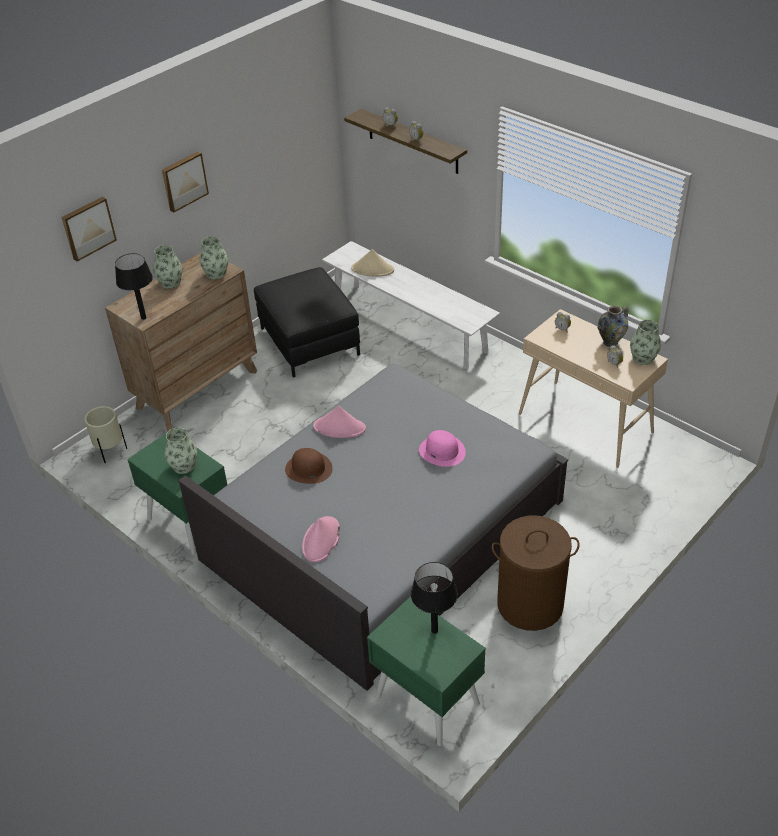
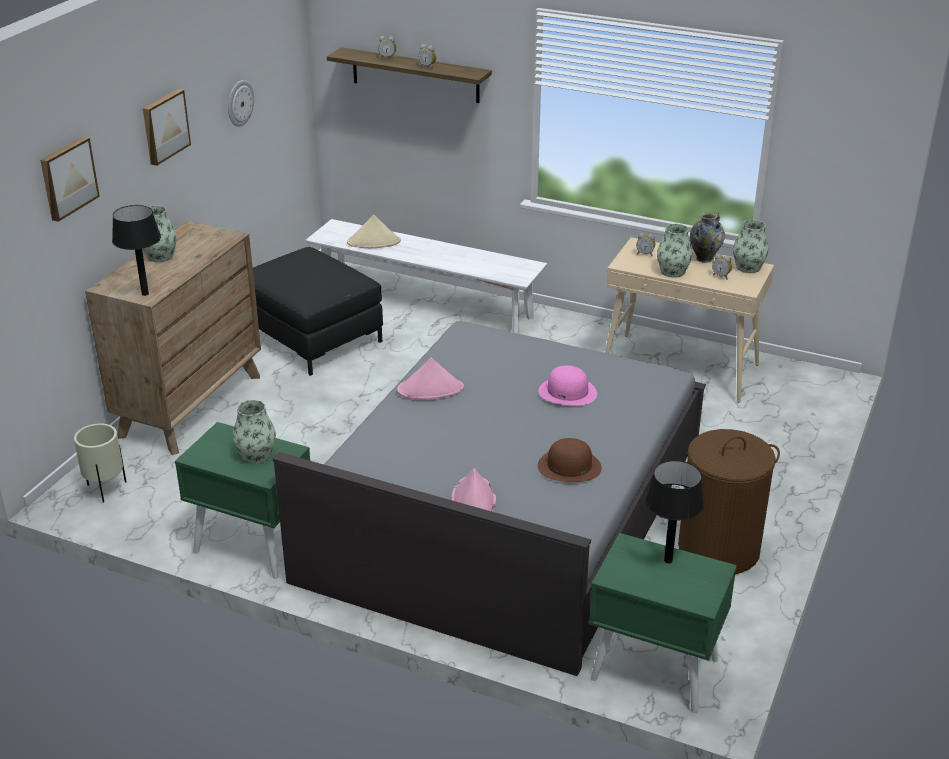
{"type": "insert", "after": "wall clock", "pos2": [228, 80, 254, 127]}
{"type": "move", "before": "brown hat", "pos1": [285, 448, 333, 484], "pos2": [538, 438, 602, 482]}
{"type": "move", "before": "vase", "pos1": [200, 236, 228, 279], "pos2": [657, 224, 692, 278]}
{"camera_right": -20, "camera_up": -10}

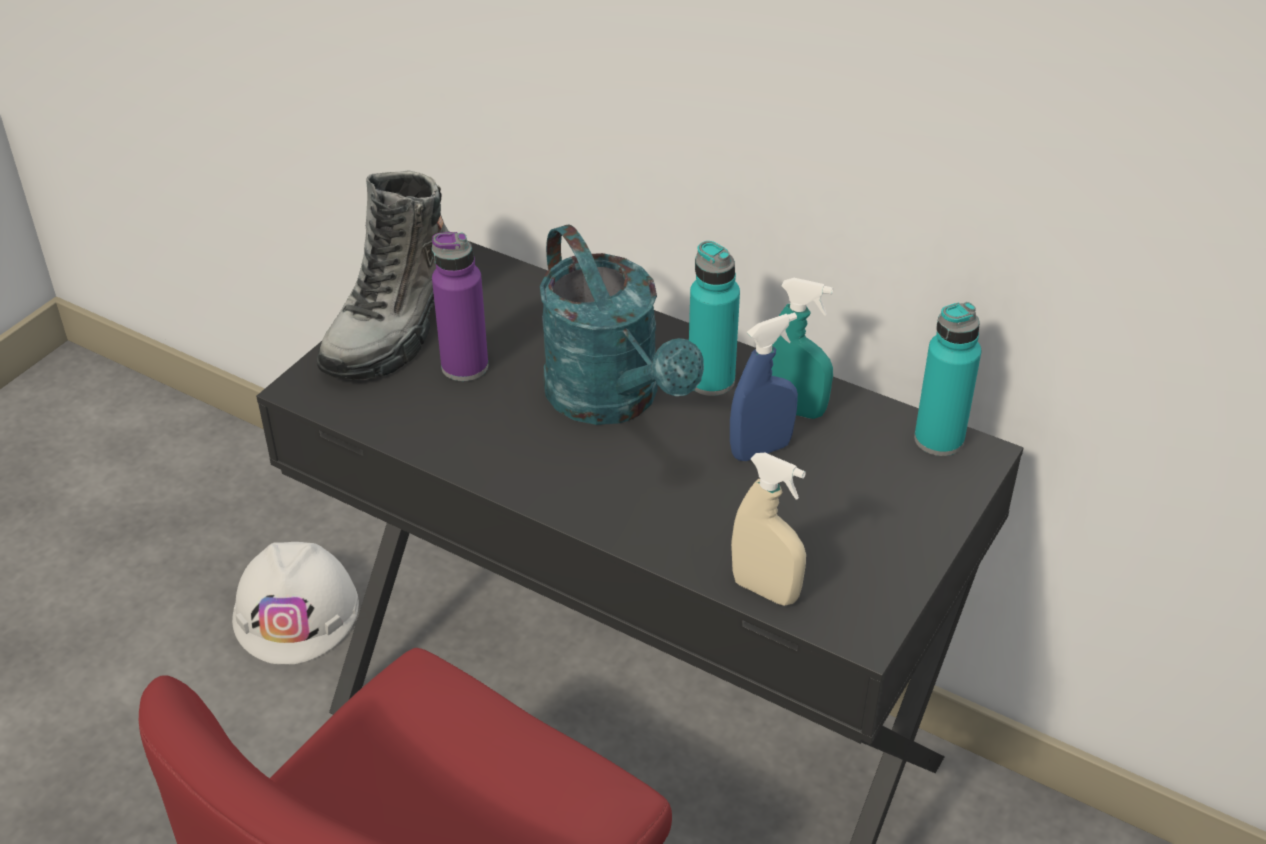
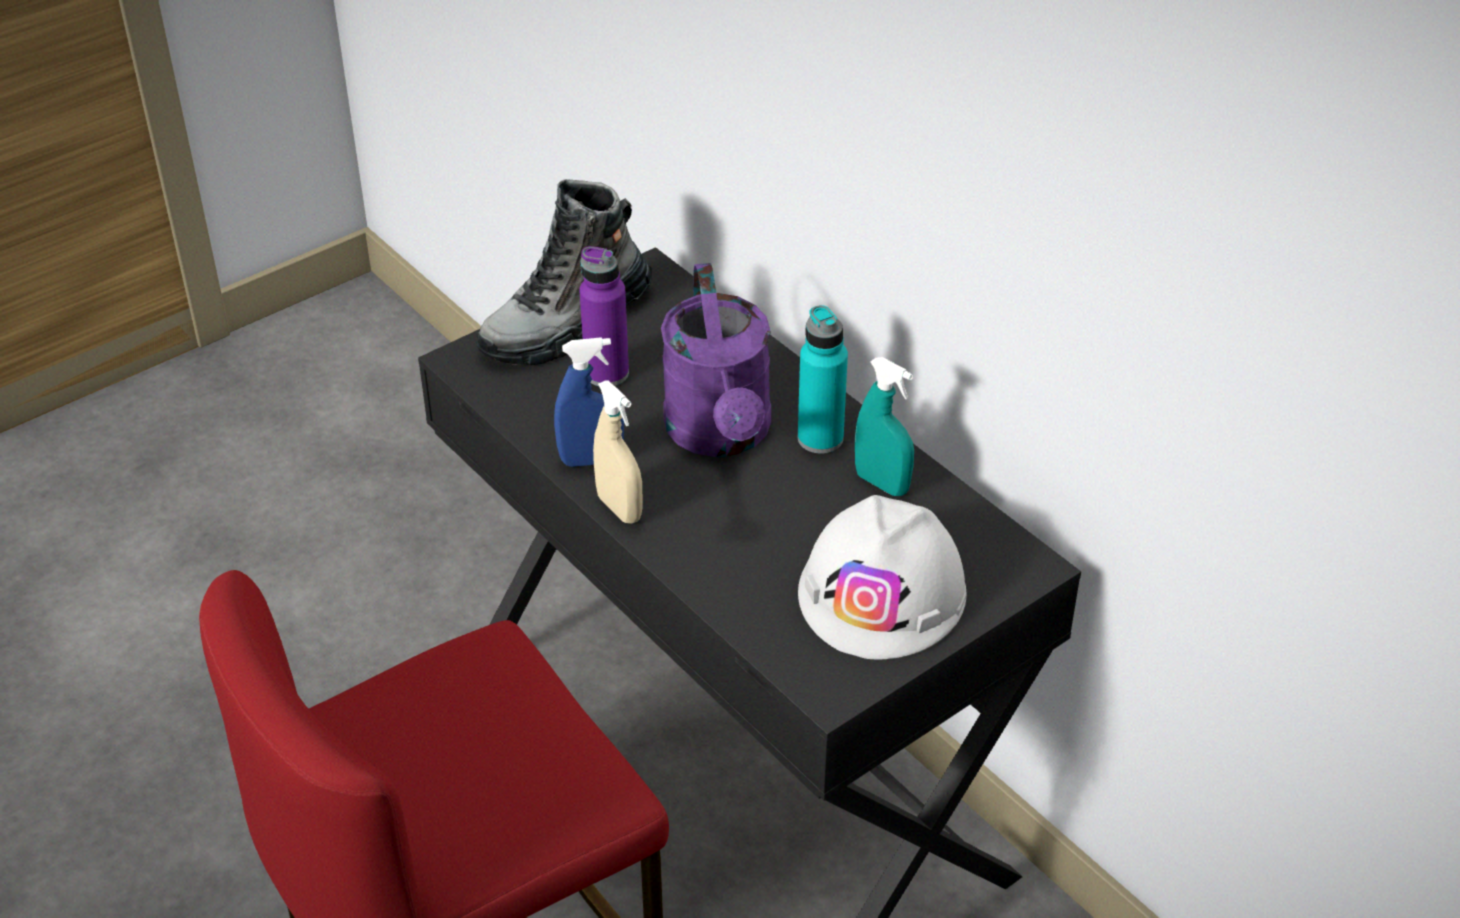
{"type": "move", "before": "blue spray bottle", "pos1": [730, 312, 798, 461], "pos2": [554, 337, 624, 467]}
{"type": "move", "before": "beige spray bottle", "pos1": [731, 453, 806, 606], "pos2": [593, 381, 643, 523]}
{"type": "recolor", "before": "turquoise watering can", "after": "purple watering can", "pos1": [540, 224, 704, 425], "pos2": [661, 263, 771, 457]}
{"type": "move", "before": "white hard hat", "pos1": [232, 542, 359, 664], "pos2": [798, 495, 967, 659]}
{"type": "delete", "before": "turquoise bottle", "pos1": [914, 302, 981, 456]}
{"camera_right": 20, "camera_up": 0}

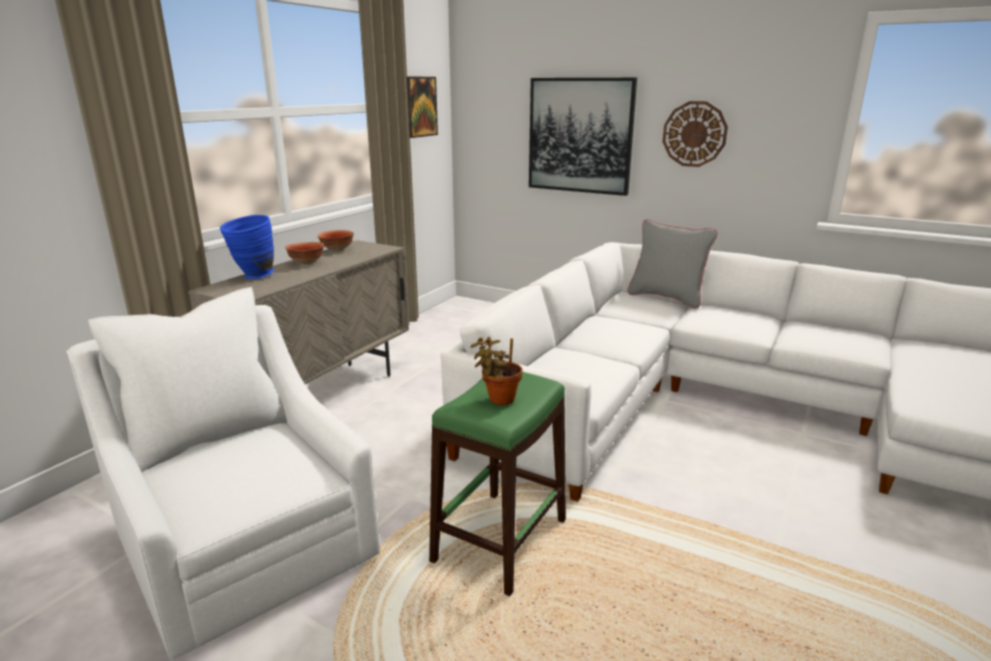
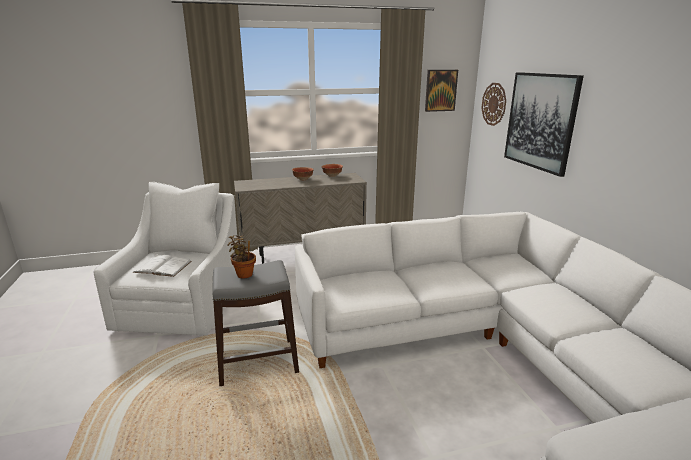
{"type": "insert", "after": "white book", "pos2": [132, 255, 192, 277]}
{"type": "recolor", "before": "green stool", "after": "grey stool", "pos1": [429, 372, 566, 596], "pos2": [212, 260, 299, 387]}
{"type": "move", "before": "wall clock", "pos1": [663, 101, 728, 167], "pos2": [481, 83, 506, 126]}
{"type": "delete", "before": "blue vase", "pos1": [220, 215, 274, 279]}
{"type": "delete", "before": "grey pillow", "pos1": [627, 219, 718, 309]}
{"camera_right": 45, "camera_up": 0}

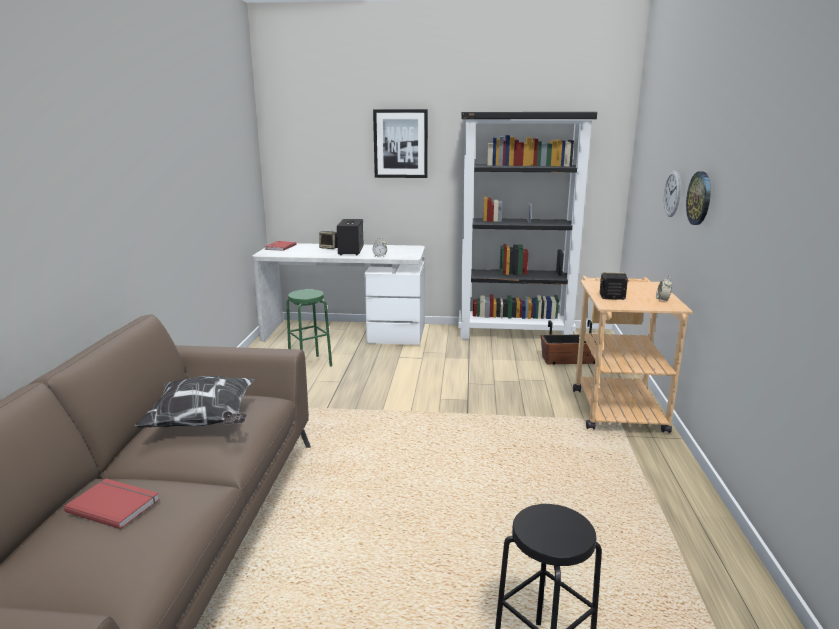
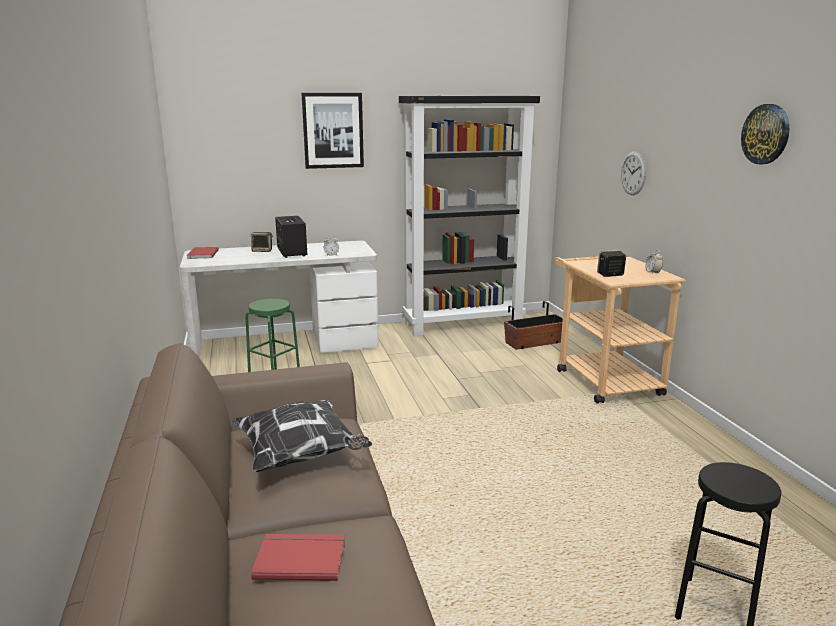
{"type": "move", "before": "wall clock", "pos1": [686, 171, 711, 225], "pos2": [741, 104, 789, 164]}
{"camera_right": -20, "camera_up": 0}

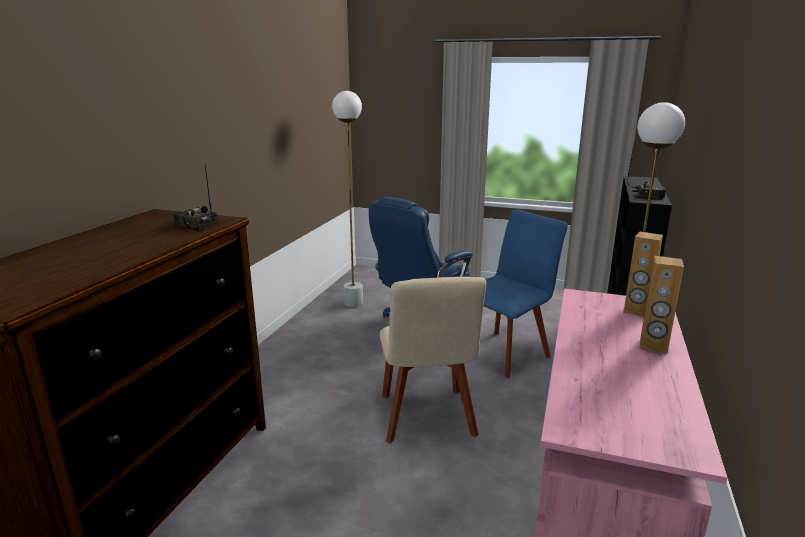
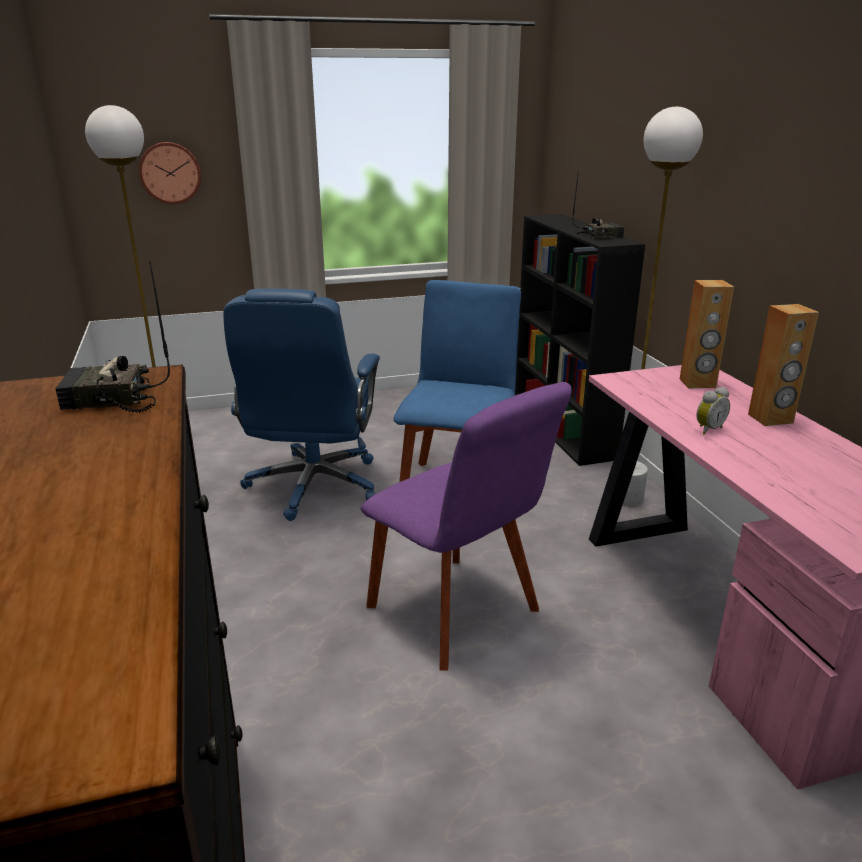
{"type": "insert", "after": "wall clock", "pos2": [139, 142, 201, 204]}
{"type": "recolor", "before": "beige chair", "after": "purple chair", "pos1": [380, 277, 486, 443], "pos2": [361, 382, 572, 671]}
{"type": "insert", "after": "alarm clock", "pos2": [697, 387, 730, 435]}
{"camera_right": -35, "camera_up": 5}

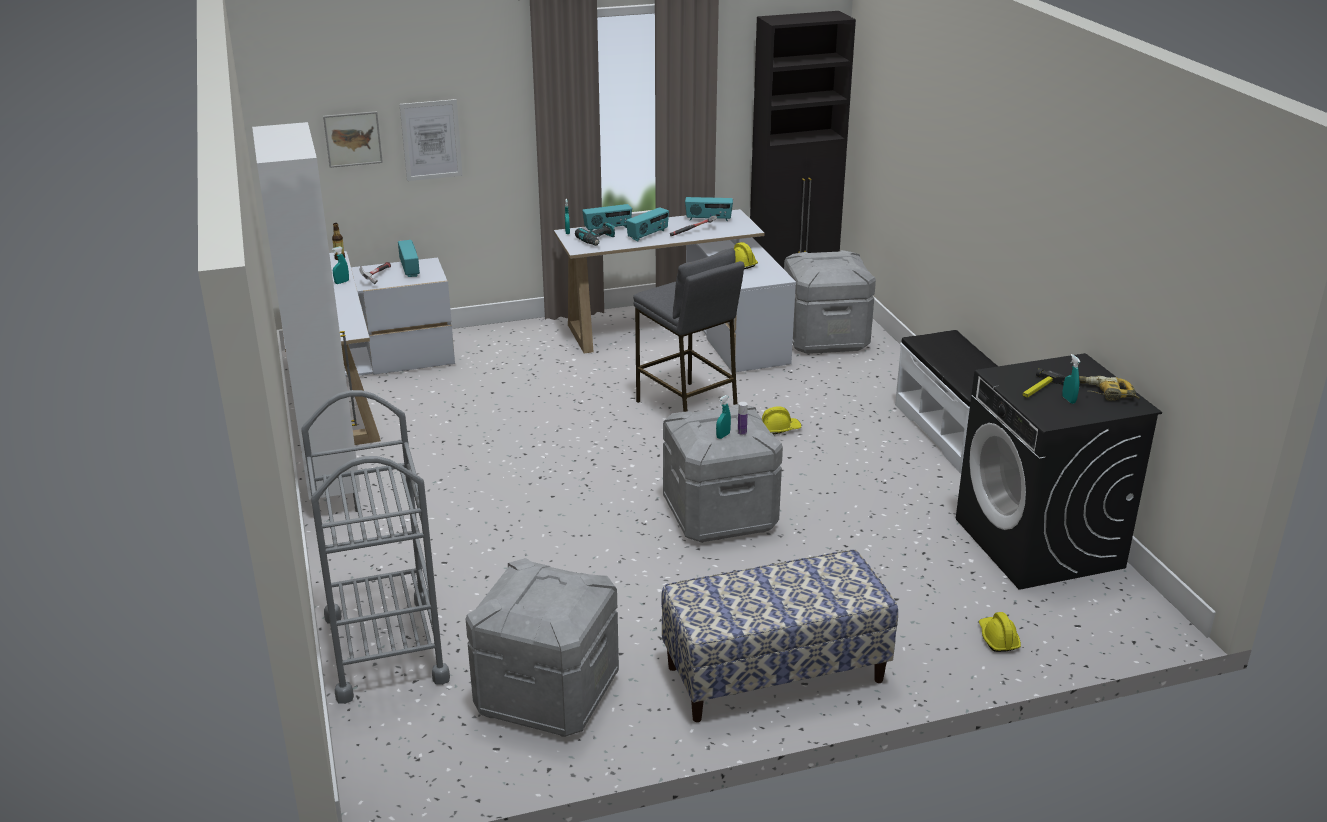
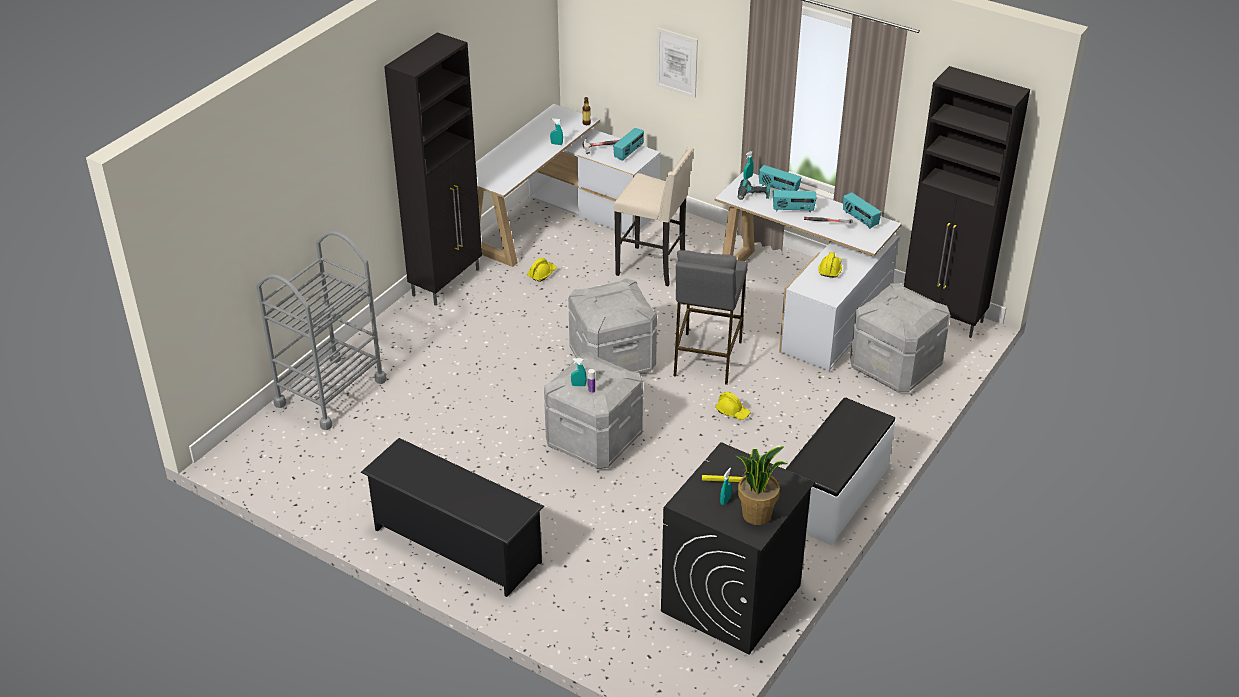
{"type": "replace", "before": "bench", "after": "black shoe rack", "pos1": [661, 550, 898, 722], "pos2": [361, 438, 544, 597]}
{"type": "recolor", "before": "white cabinet", "after": "black cabinet", "pos1": [252, 122, 361, 512], "pos2": [384, 32, 482, 306]}
{"type": "move", "before": "yellow hard hat", "pos1": [979, 612, 1021, 652], "pos2": [527, 258, 557, 282]}
{"type": "move", "before": "grey storage box", "pos1": [466, 558, 619, 737], "pos2": [568, 278, 657, 374]}
{"type": "insert", "after": "beige stool", "pos2": [614, 147, 694, 286]}
{"type": "replace", "before": "power drill", "after": "potted plant", "pos1": [1079, 376, 1140, 401], "pos2": [736, 447, 787, 525]}
{"type": "delete", "before": "picture", "pos1": [323, 111, 383, 168]}
{"camera_right": 50, "camera_up": 10}

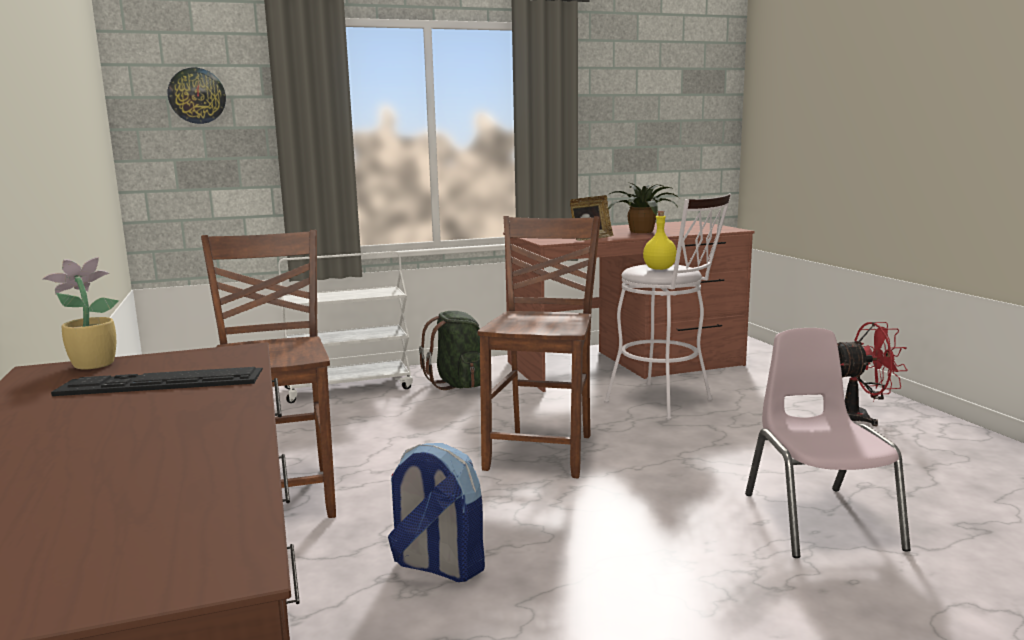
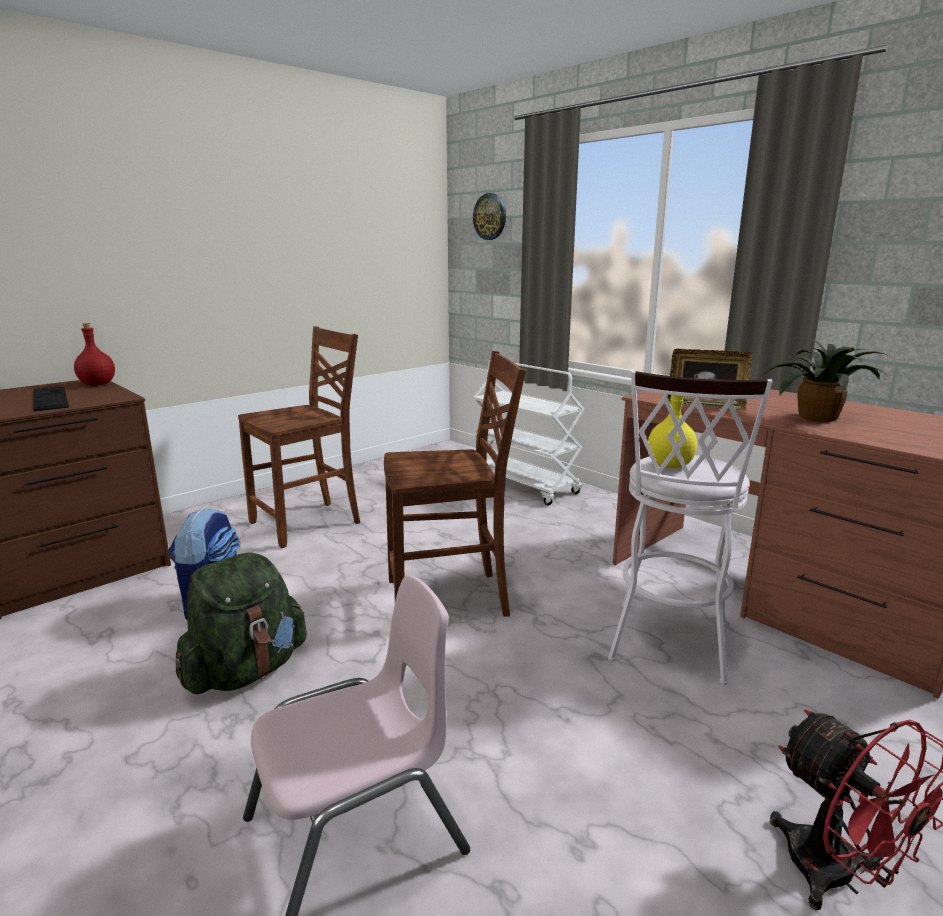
{"type": "replace", "before": "potted plant", "after": "red bottle", "pos1": [42, 257, 119, 370], "pos2": [74, 323, 115, 385]}
{"type": "move", "before": "green backpack", "pos1": [419, 311, 480, 390], "pos2": [176, 552, 307, 694]}
{"camera_right": 65, "camera_up": 5}

